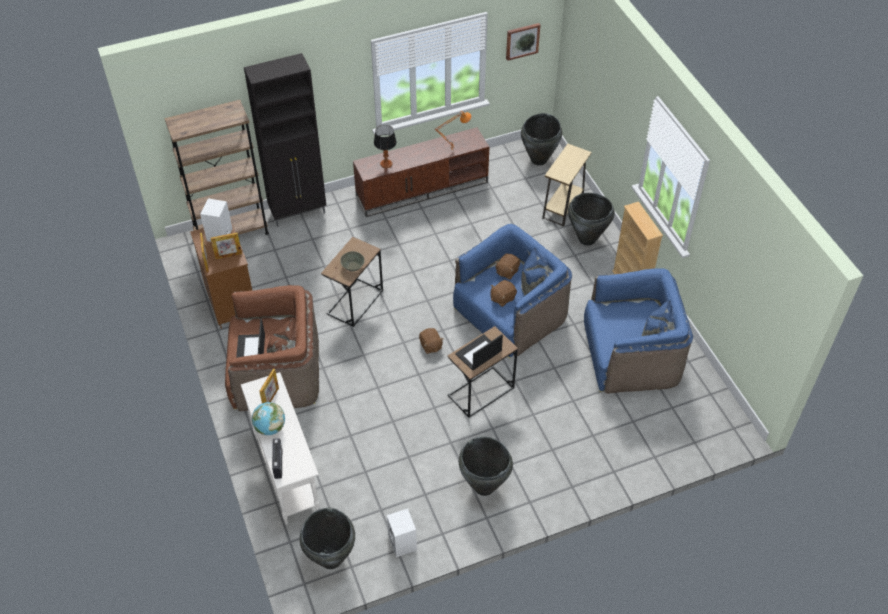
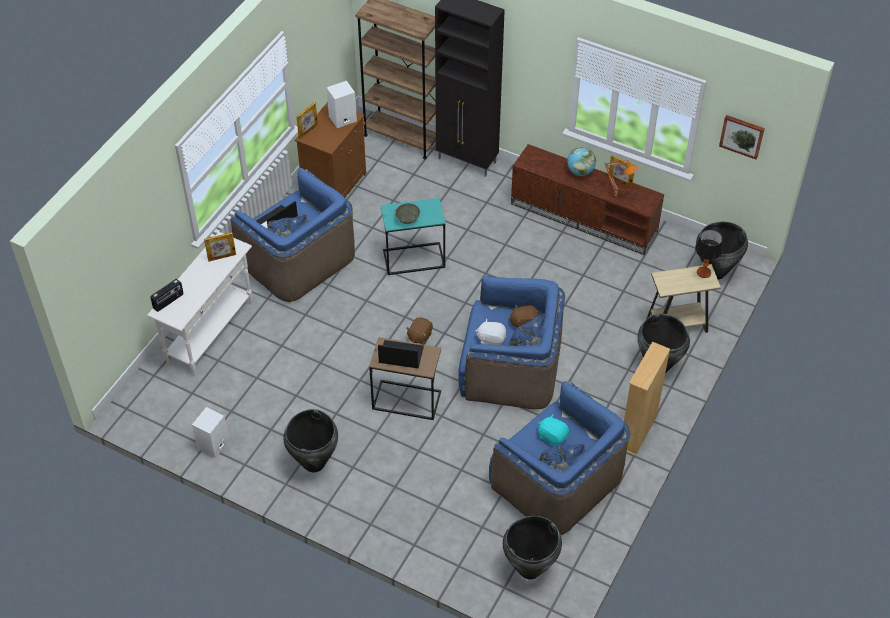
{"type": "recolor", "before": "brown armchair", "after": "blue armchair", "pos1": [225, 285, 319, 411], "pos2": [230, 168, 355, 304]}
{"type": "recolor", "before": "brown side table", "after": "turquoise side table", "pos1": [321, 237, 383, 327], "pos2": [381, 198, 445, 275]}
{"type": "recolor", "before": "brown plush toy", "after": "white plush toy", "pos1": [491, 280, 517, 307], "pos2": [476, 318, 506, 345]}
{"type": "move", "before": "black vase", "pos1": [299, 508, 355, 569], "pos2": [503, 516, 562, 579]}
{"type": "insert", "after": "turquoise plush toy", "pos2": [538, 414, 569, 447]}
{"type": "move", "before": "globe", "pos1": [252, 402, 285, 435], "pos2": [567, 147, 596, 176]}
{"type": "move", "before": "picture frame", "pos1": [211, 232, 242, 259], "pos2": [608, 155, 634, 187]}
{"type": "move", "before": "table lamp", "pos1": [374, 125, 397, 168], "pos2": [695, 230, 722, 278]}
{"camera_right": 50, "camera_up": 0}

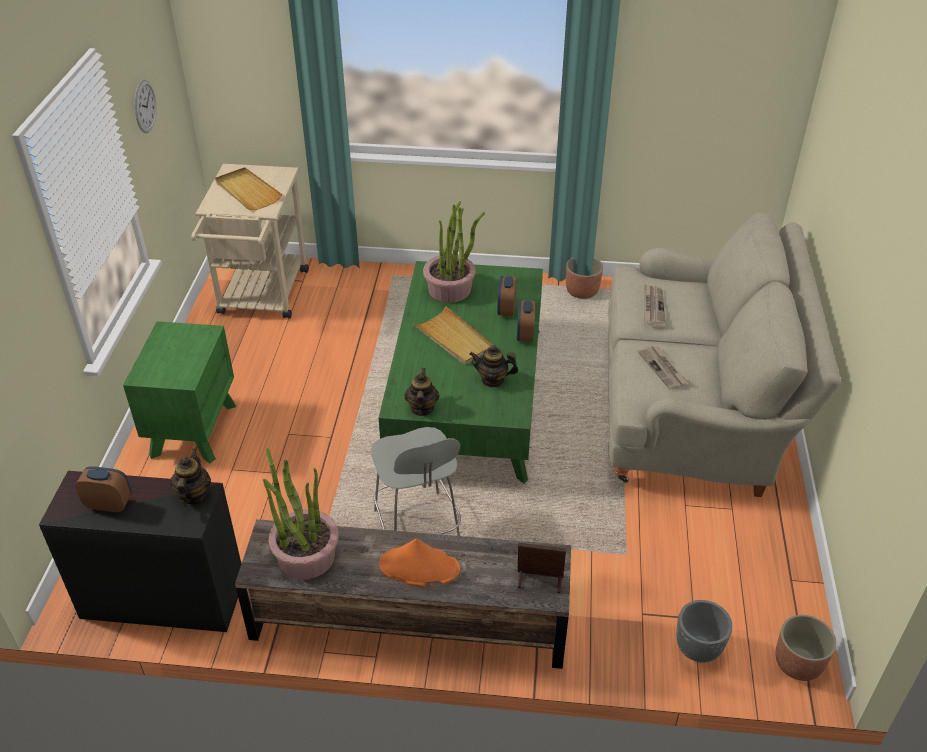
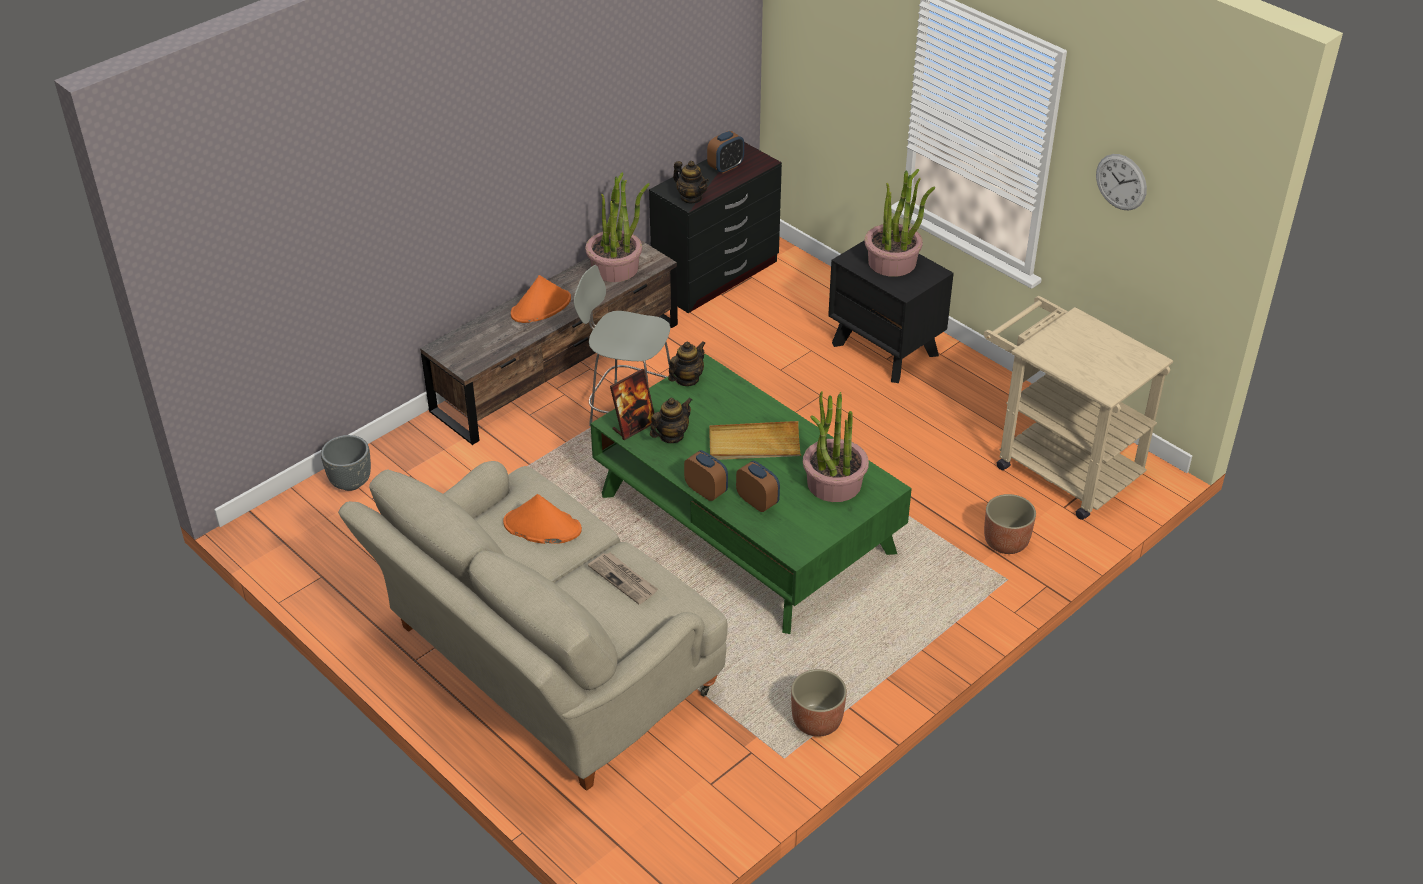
{"type": "replace", "before": "newspaper", "after": "orange hat", "pos1": [638, 346, 689, 390], "pos2": [503, 494, 582, 544]}
{"type": "move", "before": "picture frame", "pos1": [518, 543, 566, 593], "pos2": [610, 369, 654, 440]}
{"type": "rotate", "before": "teapot", "pos1": [404, 368, 439, 416], "pos2": [668, 341, 705, 386], "turn": -90}
{"type": "recolor", "before": "green nightstand", "after": "black nightstand", "pos1": [123, 321, 236, 463], "pos2": [828, 240, 954, 383]}
{"type": "insert", "after": "potted plant", "pos2": [865, 169, 936, 277]}
{"type": "move", "before": "planter", "pos1": [776, 615, 837, 681], "pos2": [984, 494, 1036, 554]}
{"type": "delete", "before": "beige tray", "pos1": [215, 167, 282, 210]}
{"camera_right": 130, "camera_up": 0}

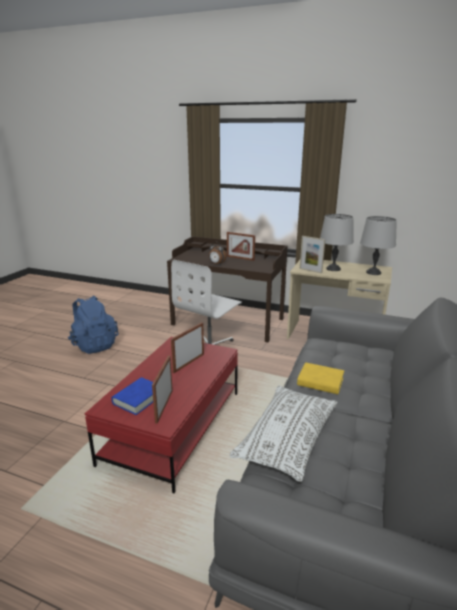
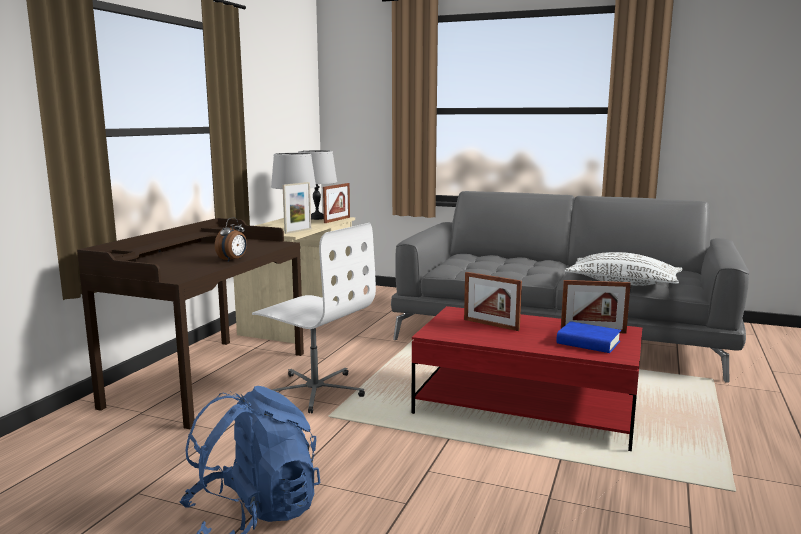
{"type": "move", "before": "picture frame", "pos1": [227, 232, 255, 261], "pos2": [323, 183, 350, 223]}
{"type": "delete", "before": "yellow book", "pos1": [297, 362, 344, 394]}
{"camera_right": -90, "camera_up": -10}

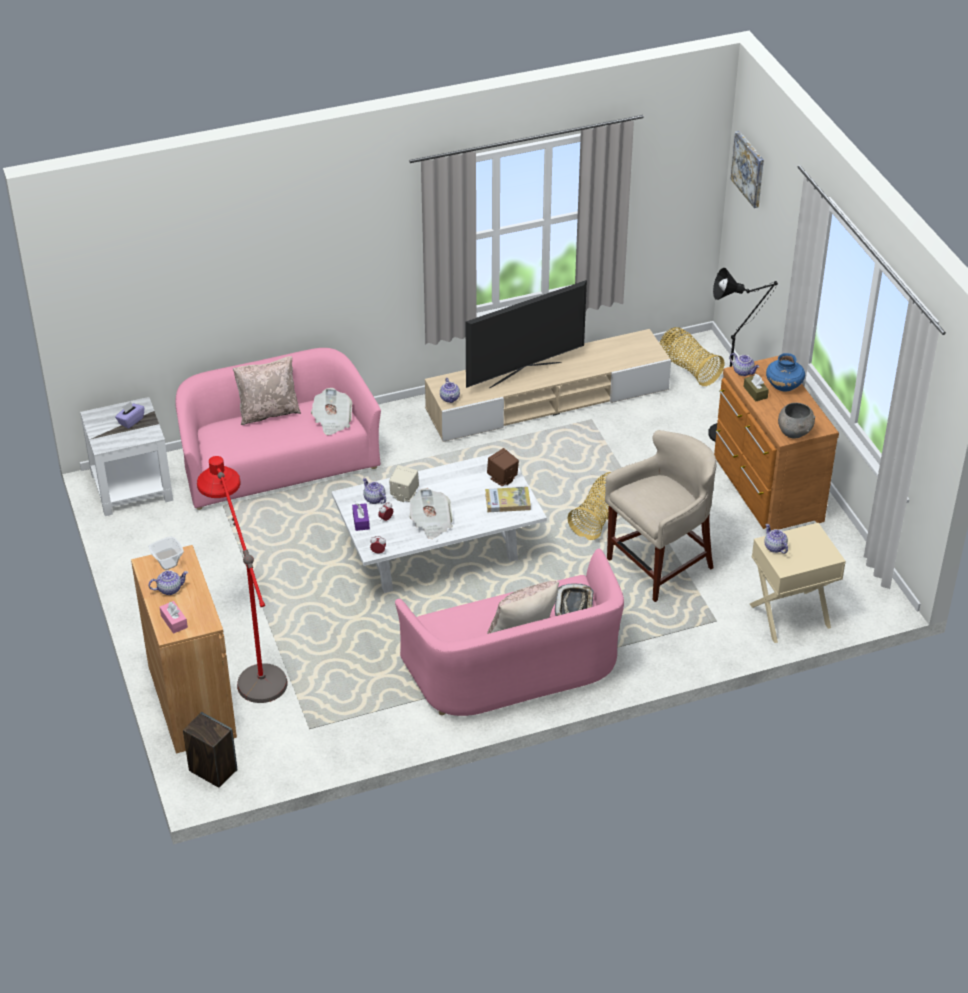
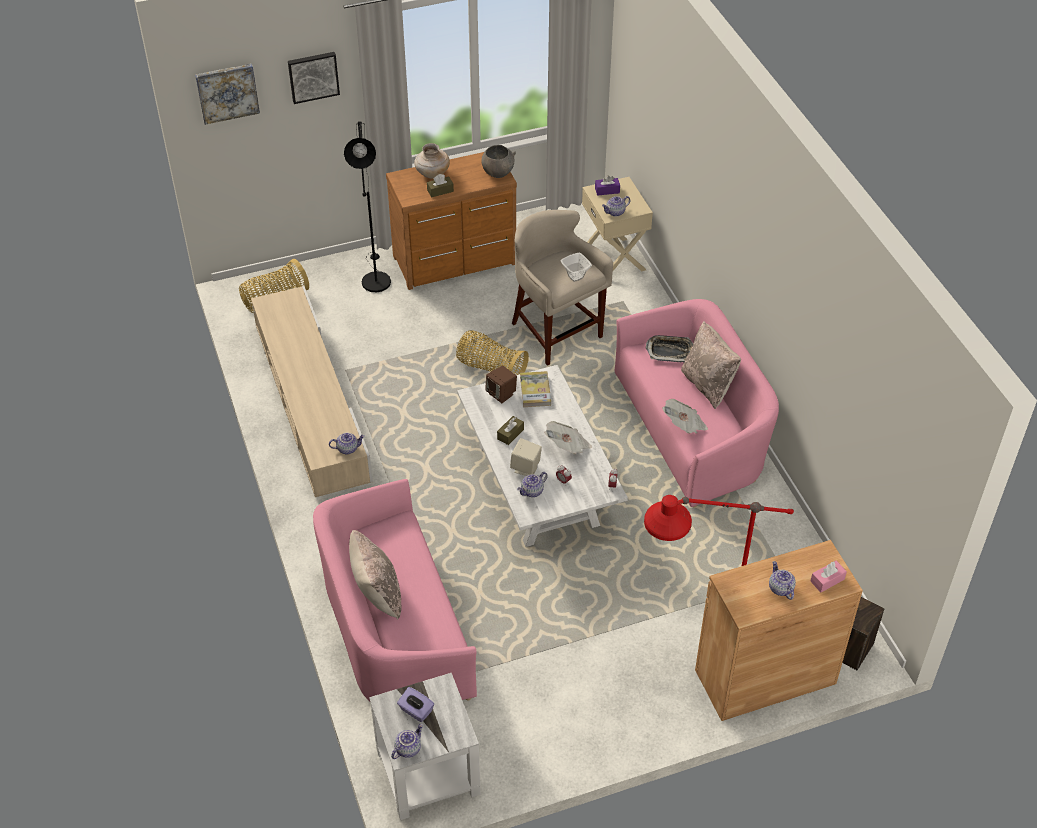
{"type": "insert", "after": "picture", "pos2": [288, 52, 340, 104]}
{"type": "move", "before": "teapot", "pos1": [729, 353, 759, 376], "pos2": [391, 724, 423, 759]}
{"type": "recolor", "before": "blue vase", "after": "beige vase", "pos1": [766, 353, 805, 391], "pos2": [414, 143, 450, 179]}
{"type": "insert", "after": "brown tissue box", "pos2": [497, 416, 524, 445]}
{"type": "move", "before": "bowl", "pos1": [148, 536, 184, 570], "pos2": [561, 253, 592, 282]}
{"type": "move", "before": "purple tissue box", "pos1": [352, 503, 370, 531], "pos2": [595, 175, 620, 196]}
{"type": "move", "before": "newspaper", "pos1": [311, 388, 353, 435], "pos2": [662, 399, 708, 434]}
{"type": "delete", "before": "television", "pos1": [465, 280, 587, 388]}
{"camera_right": -90, "camera_up": 5}

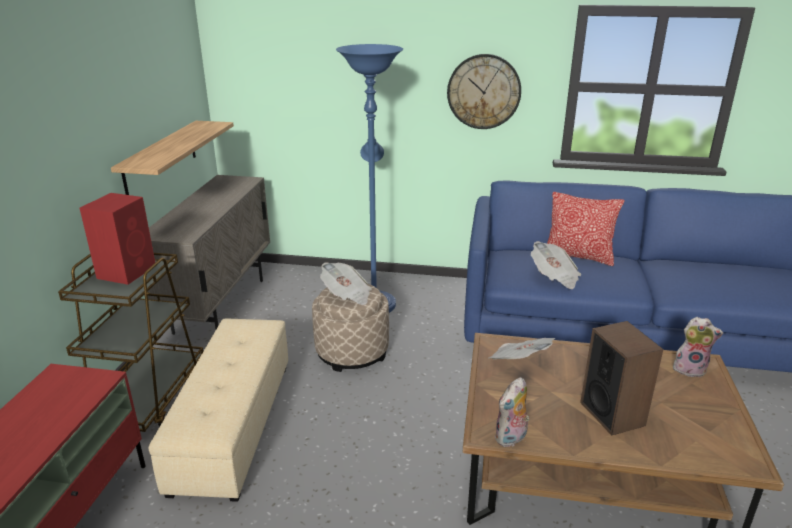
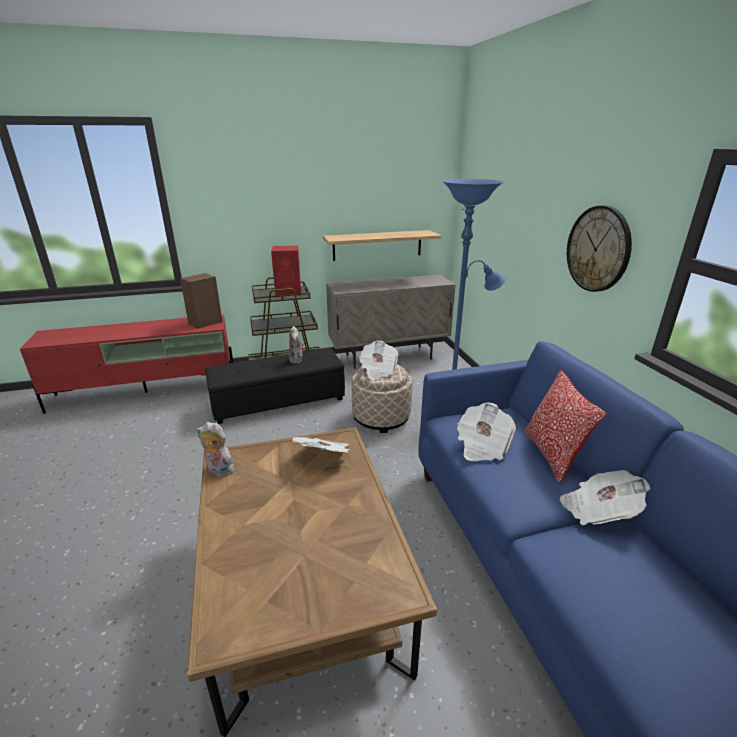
{"type": "move", "before": "speaker", "pos1": [580, 321, 663, 435], "pos2": [180, 273, 222, 329]}
{"type": "recolor", "before": "beige ottoman", "after": "black ottoman", "pos1": [149, 318, 288, 502], "pos2": [205, 348, 345, 424]}
{"type": "move", "before": "plush toy", "pos1": [673, 317, 723, 378], "pos2": [289, 326, 304, 364]}
{"type": "insert", "after": "newspaper", "pos2": [560, 470, 651, 525]}
{"camera_right": 65, "camera_up": 0}

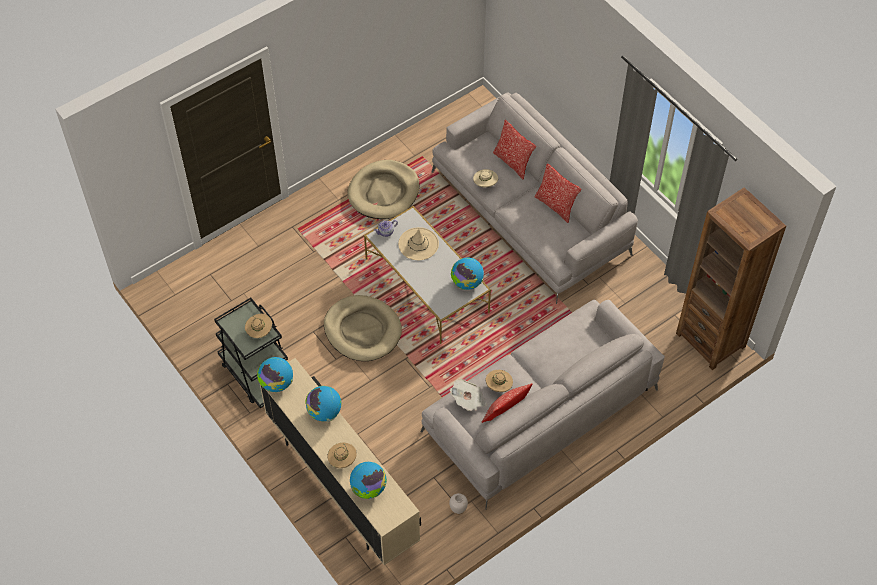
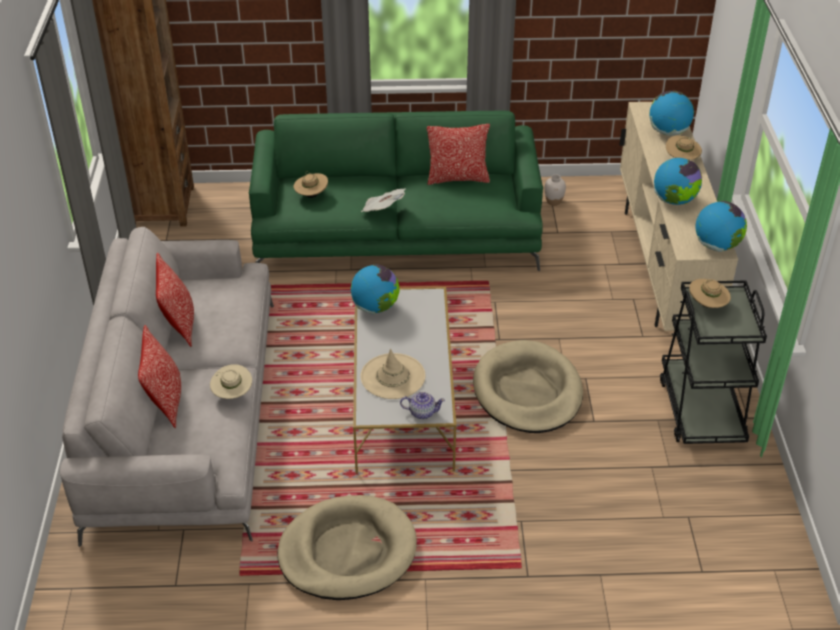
{"type": "recolor", "before": "grey sofa", "after": "green sofa", "pos1": [421, 300, 665, 510], "pos2": [249, 111, 543, 271]}
{"type": "move", "before": "beige hat", "pos1": [486, 370, 513, 392], "pos2": [293, 171, 328, 198]}
{"type": "move", "before": "newspaper", "pos1": [450, 379, 487, 411], "pos2": [361, 188, 406, 212]}
{"camera_right": -145, "camera_up": -15}

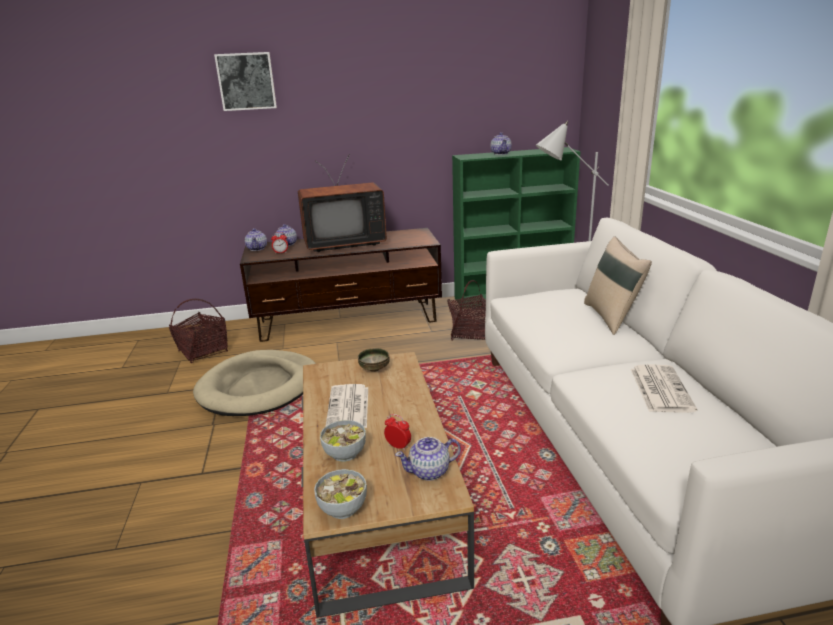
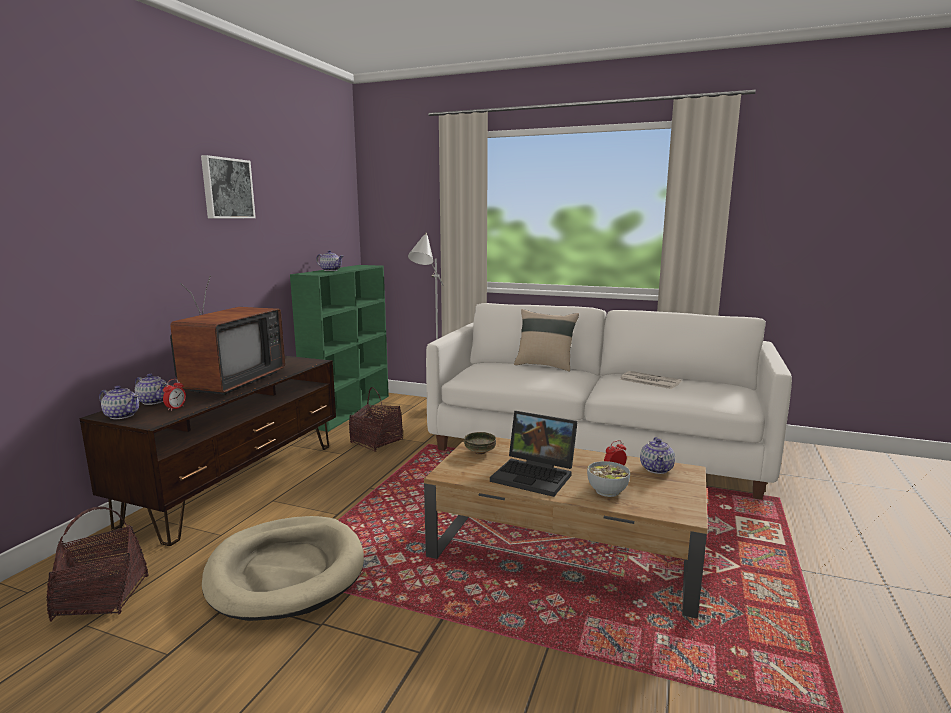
{"type": "move", "before": "picture", "pos1": [214, 52, 277, 111], "pos2": [201, 155, 256, 218]}
{"type": "replace", "before": "newspaper", "after": "laptop", "pos1": [325, 384, 368, 428], "pos2": [490, 411, 578, 497]}
{"type": "delete", "before": "bowl", "pos1": [314, 469, 367, 519]}
{"camera_right": -60, "camera_up": -10}

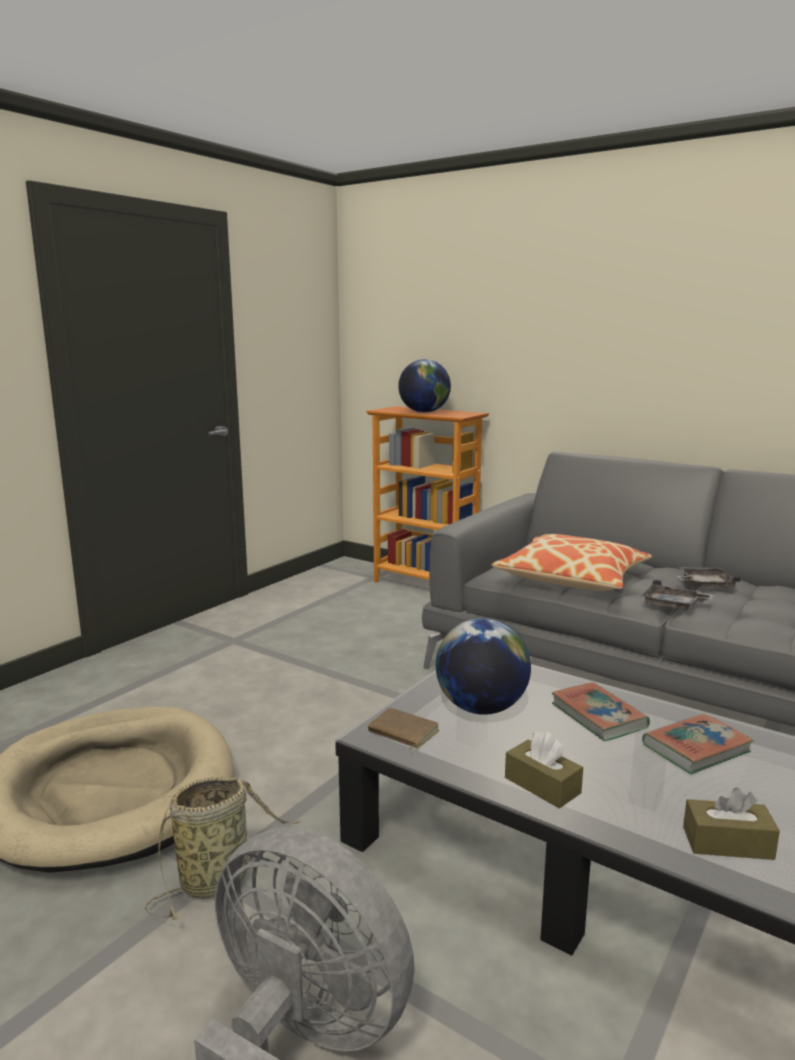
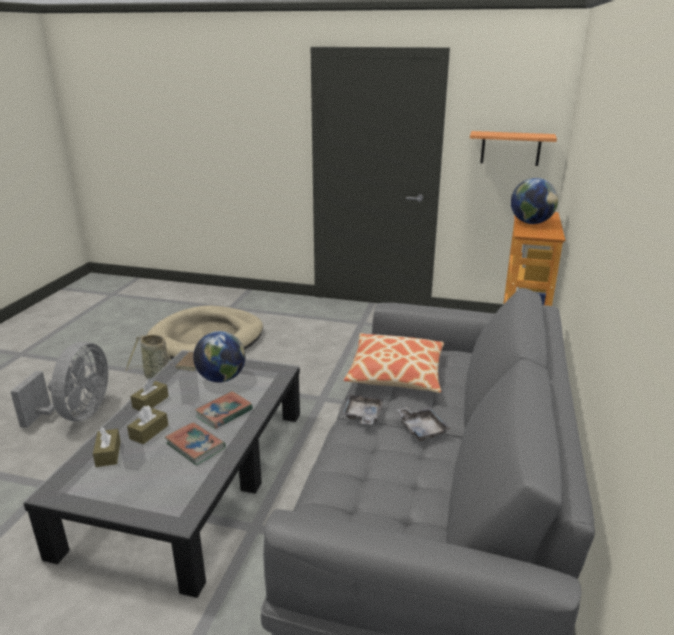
{"type": "insert", "after": "brown tissue box", "pos2": [127, 406, 168, 444]}
{"type": "insert", "after": "shelf", "pos2": [470, 131, 557, 166]}
{"camera_right": 70, "camera_up": 10}

